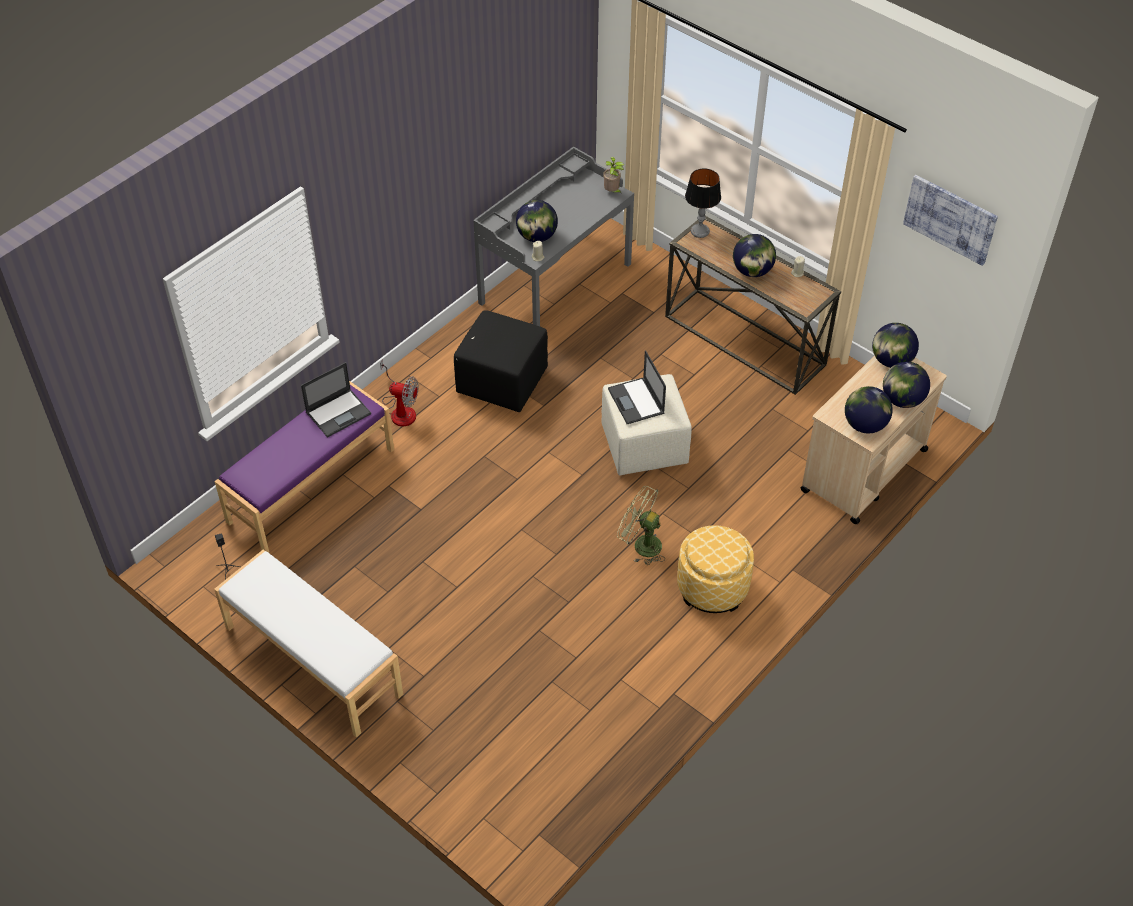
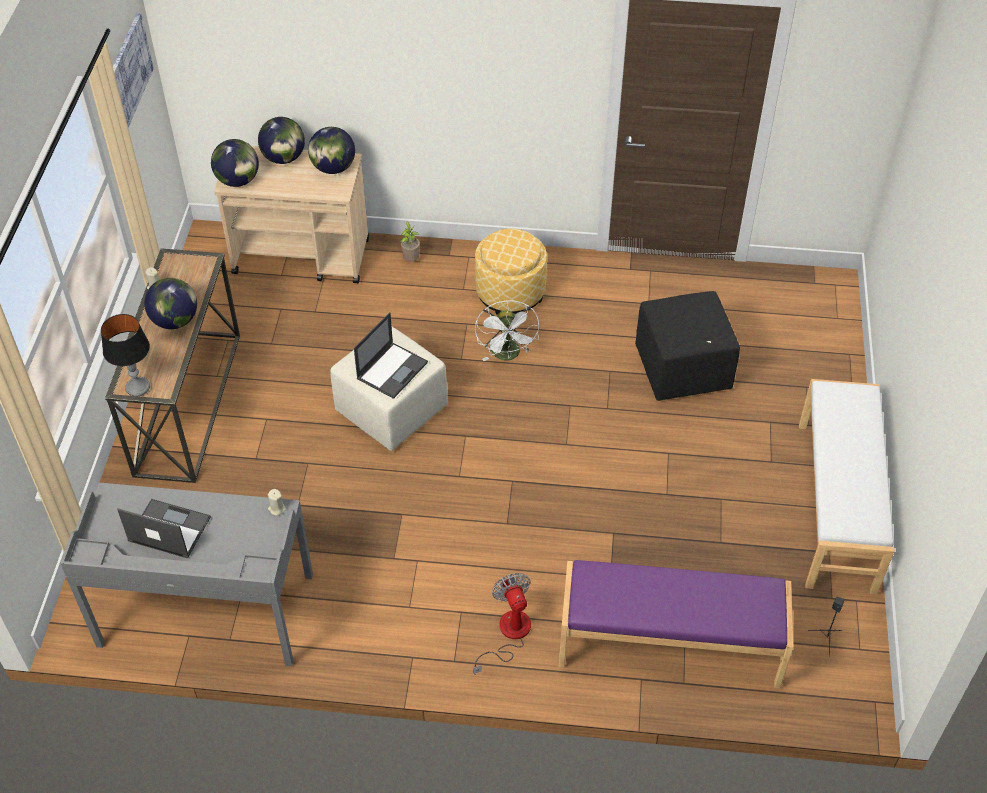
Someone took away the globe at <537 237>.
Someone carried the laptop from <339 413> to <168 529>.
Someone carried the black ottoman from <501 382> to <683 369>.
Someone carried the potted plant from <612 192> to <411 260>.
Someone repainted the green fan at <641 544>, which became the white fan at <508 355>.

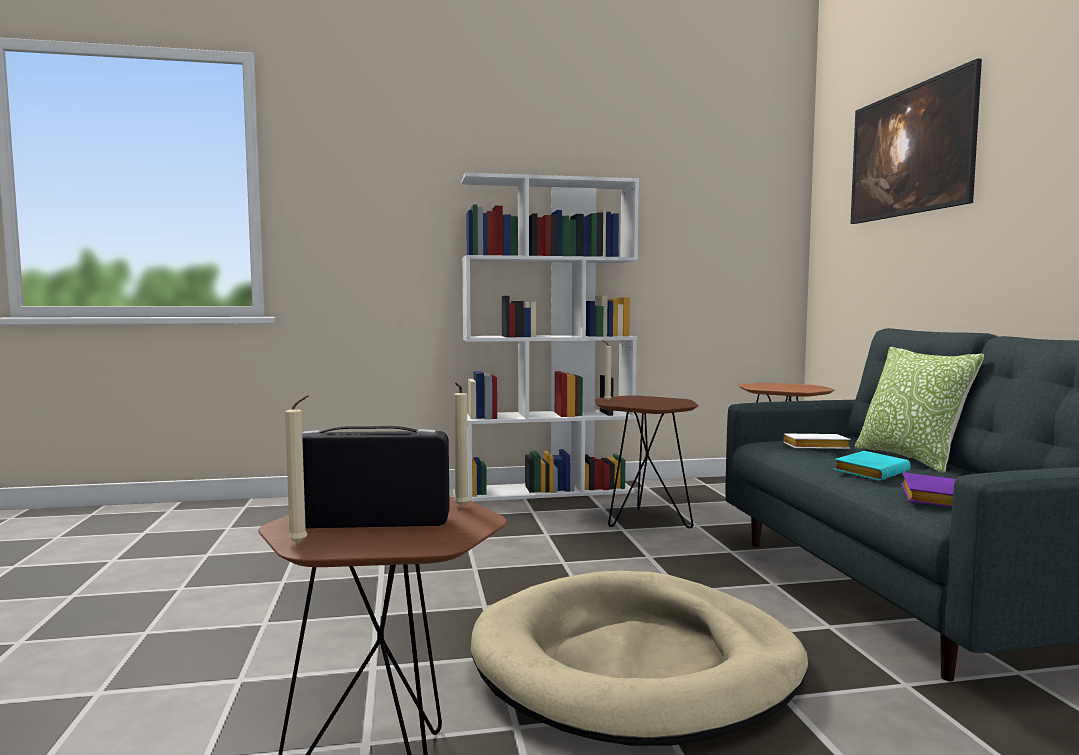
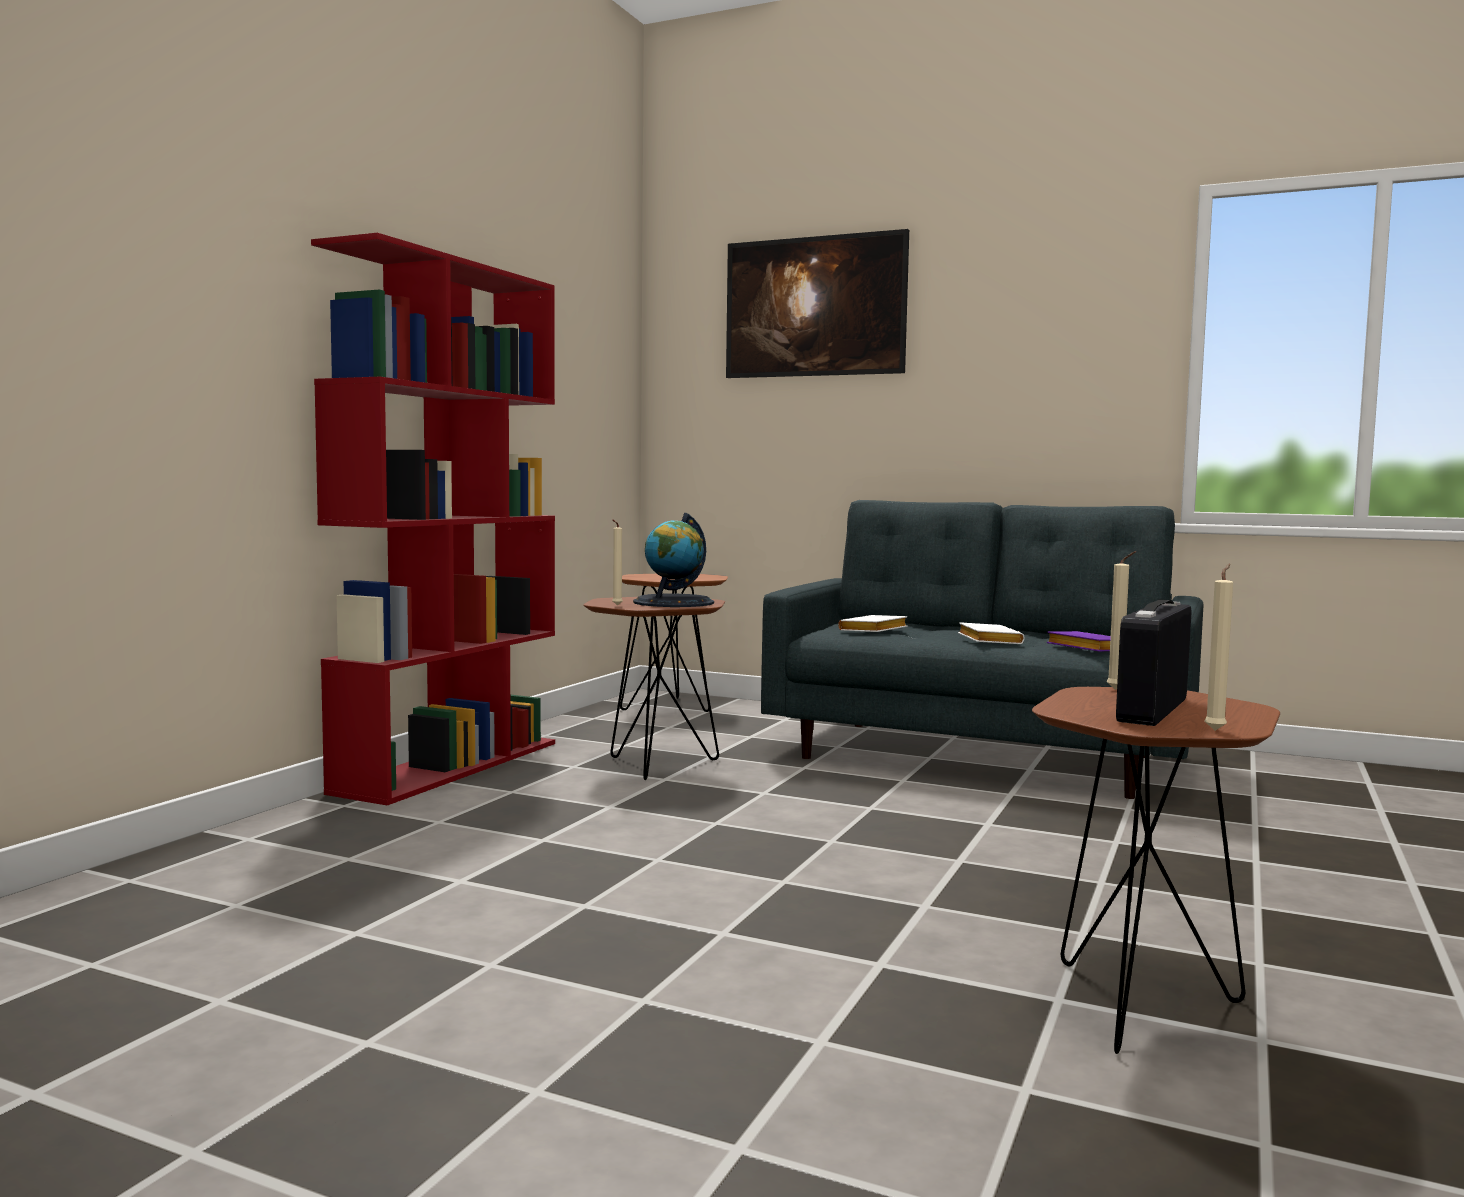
Someone took away the beige dog bed at <636 664>.
Someone took away the pillow at <910 458>.
Someone put down the globe at <673 602>.
Someone repainted the white bookcase at <549 491>, which became the red bookcase at <449 766>.
Someone repainted the turquoise book at <870 472>, which became the white book at <987 640>.

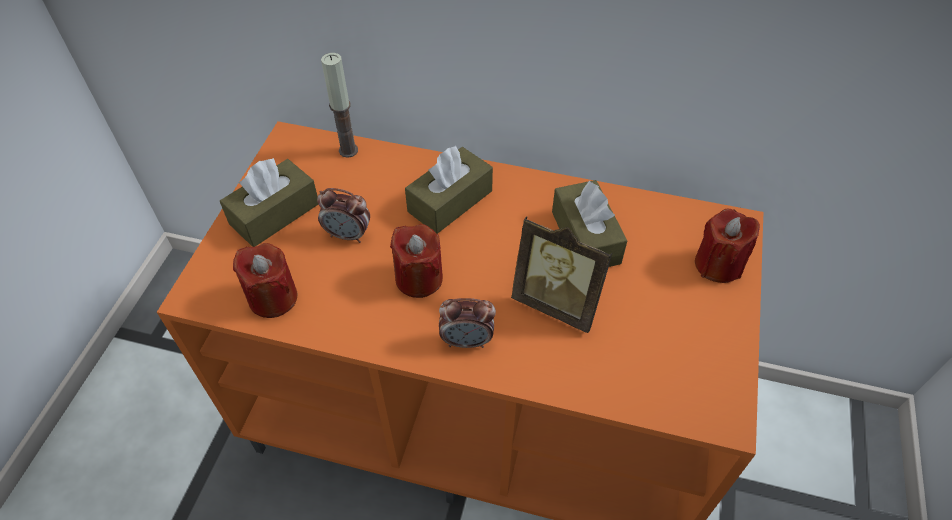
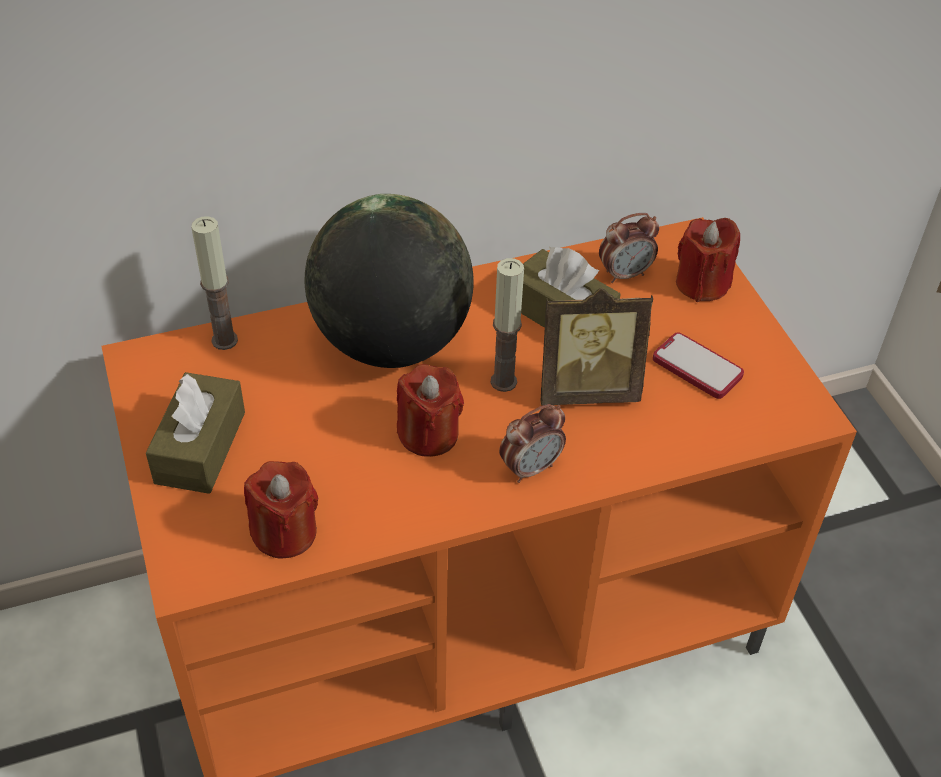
Someone put down the candle at <503 381>.
Someone put down the phone at <697 367>.
Someone carried the alarm clock from <348 235> to <625 274>.
Someone swapped the brown tissue box at <450 201> for the globe at <392 342>.

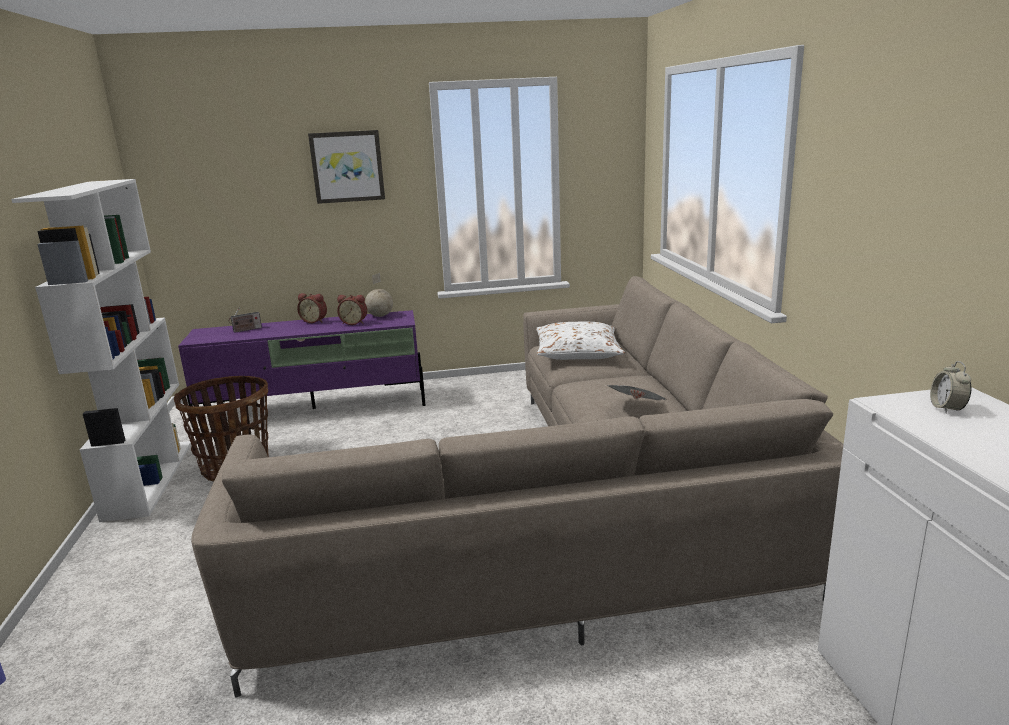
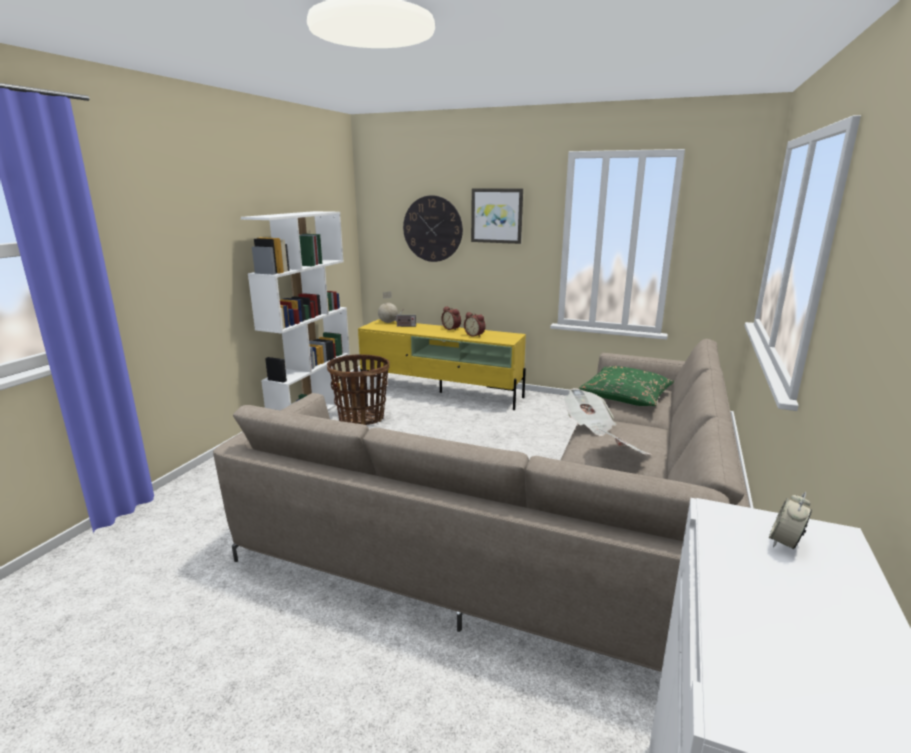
Someone put up the wall clock at <432 229>.
Someone put down the newspaper at <588 424>.
Someone carried the globe from <380 316> to <388 322>.
Someone repainted the purple tv stand at <315 408>, which became the yellow tv stand at <441 392>.
Someone repainted the white pillow at <578 352>, which became the green pillow at <626 396>.

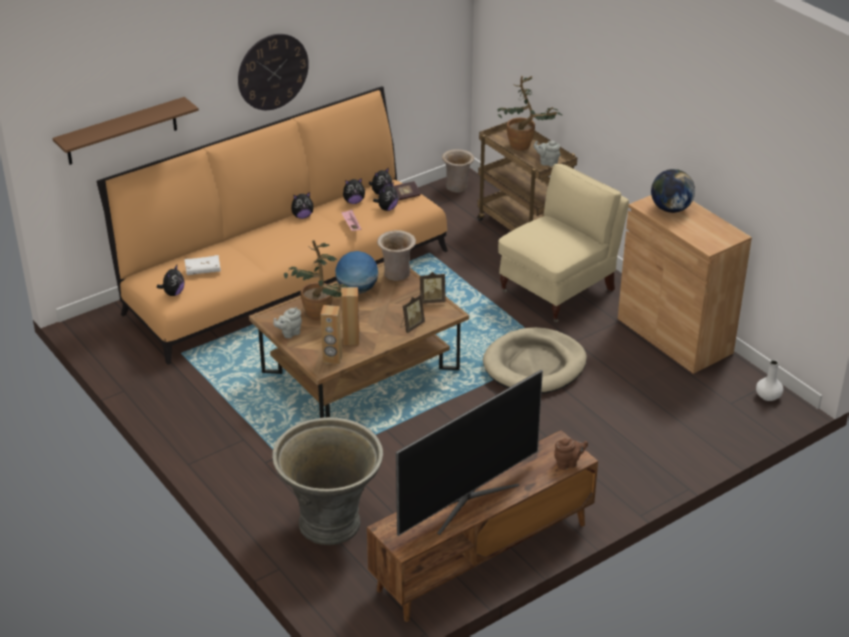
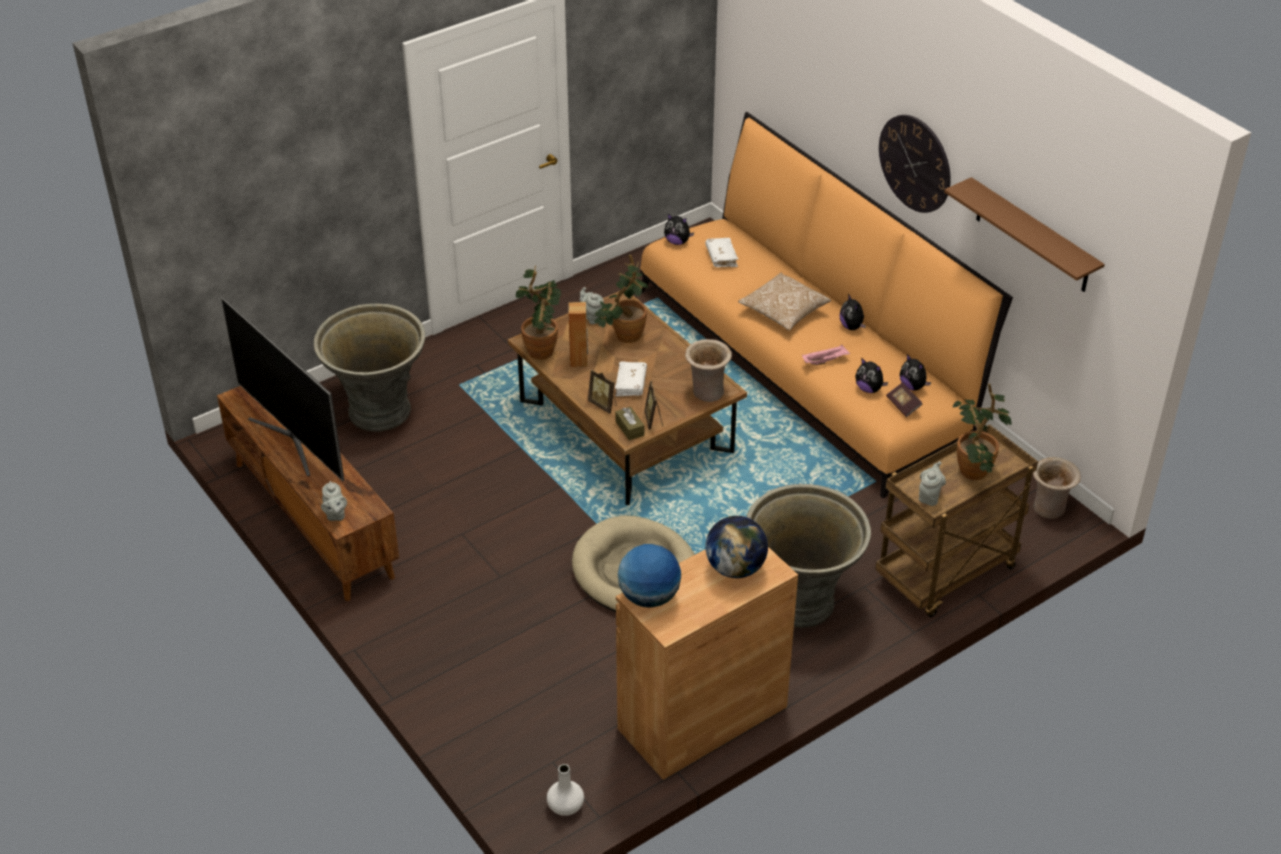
Someone took away the plush toy at <354 202>.
Someone put down the white book at <631 384>.
Someone put down the brown tissue box at <629 428>.
Someone put down the pillow at <783 312>.
Someone carried the brown shelf from <121 131> to <1032 236>.
Someone carried the globe from <357 290> to <649 597>.
Someone swapped the brown speaker at <332 359> for the potted plant at <544 348>.
Someone swapped the beige armchair at <558 290> for the grey planter at <801 603>.
Someone repainted the brown teapot at <568 463>, which became the grey teapot at <335 515>.

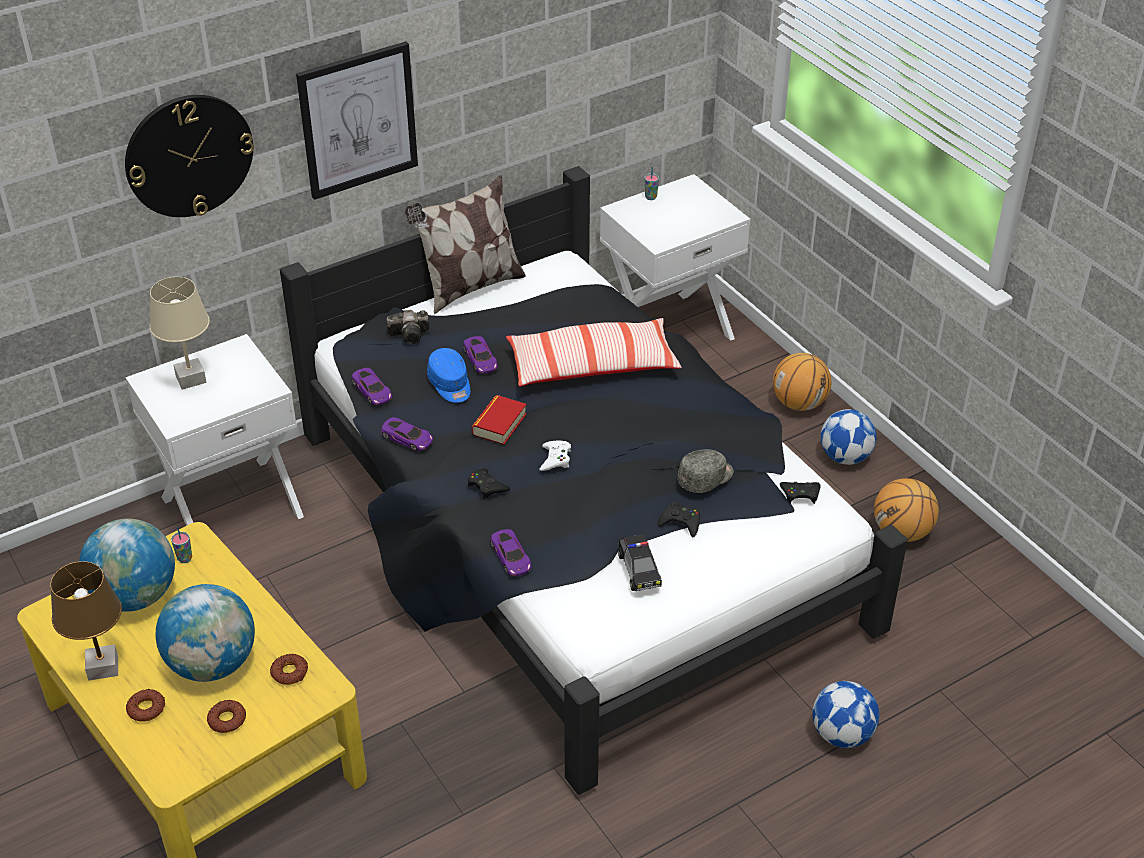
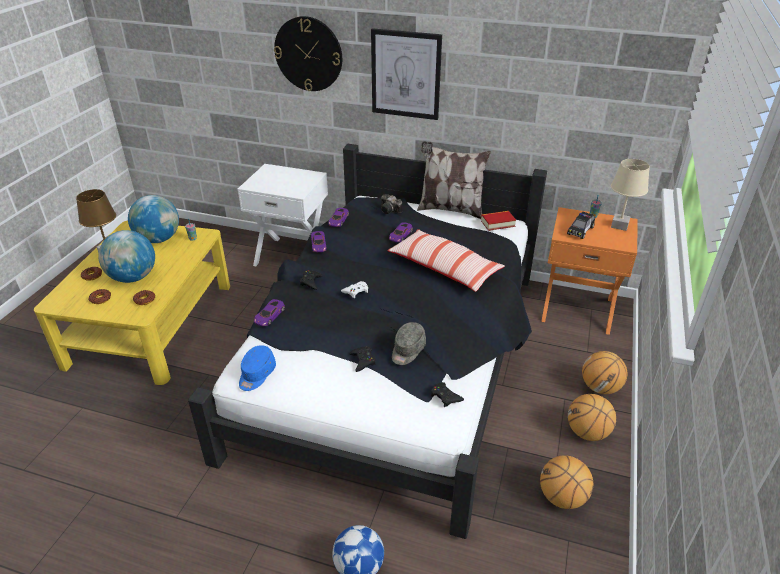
Someone carried the beige table lamp from <190 379> to <619 226>.
Someone carried the blue cap from <450 385> to <256 375>.
Someone carried the book from <499 424> to <497 223>.
Someone carried the toy car from <639 570> to <580 231>.
Someone swapped the football at <845 457> for the basketball at <587 432>.
Someone repainted the white nightstand at <667 330>, which became the orange nightstand at <577 308>.
Someone rotated the grey cap at <706 478> by 105 degrees clockwise.

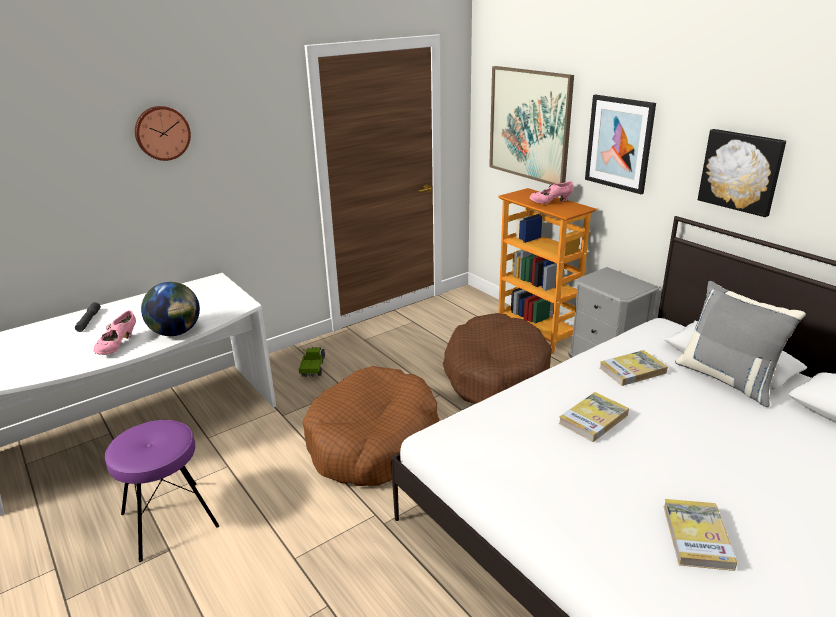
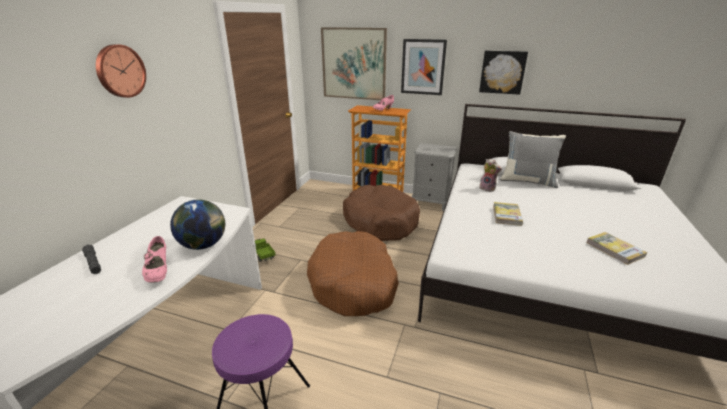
Someone swapped the book at <632 370> for the plush toy at <488 188>.

